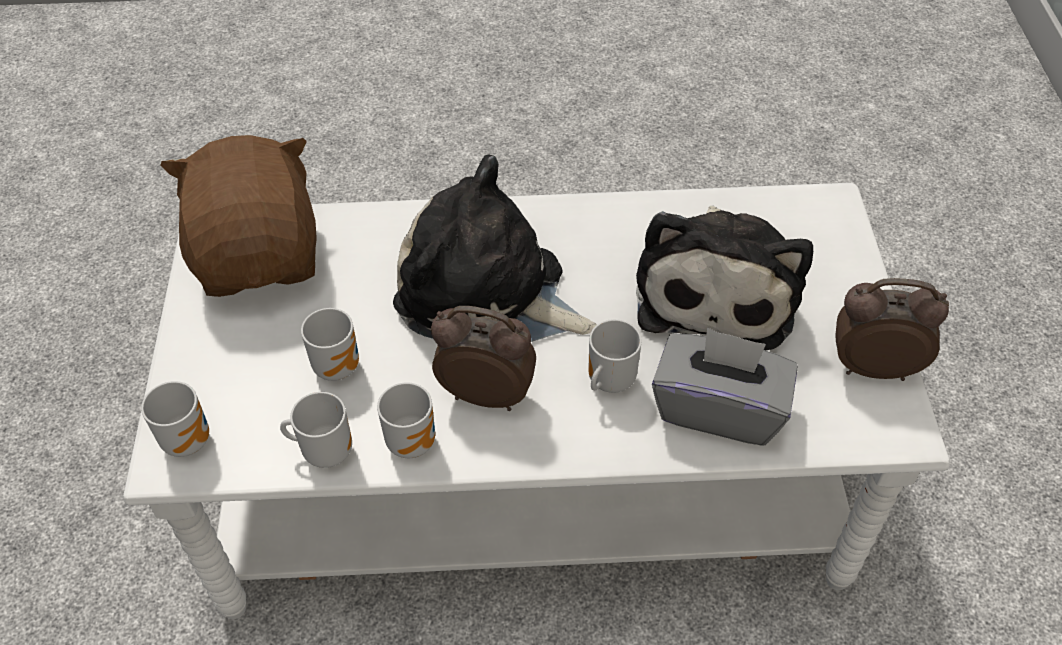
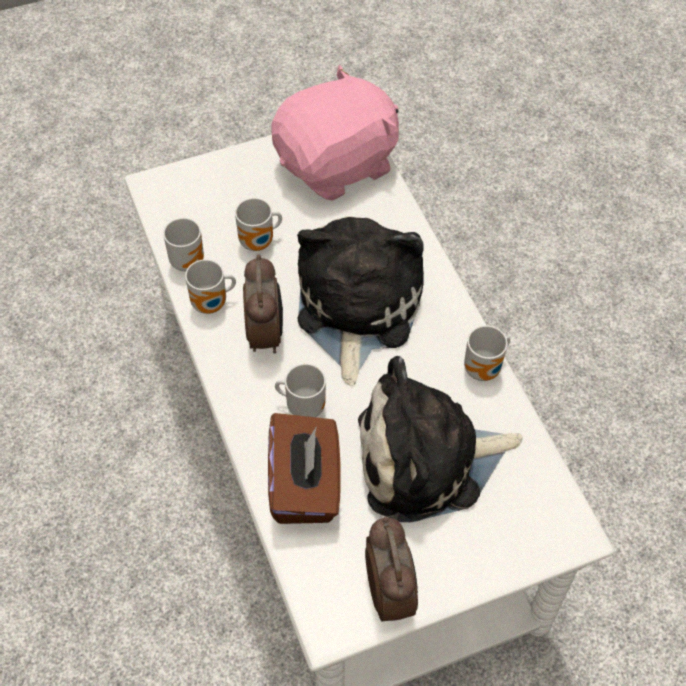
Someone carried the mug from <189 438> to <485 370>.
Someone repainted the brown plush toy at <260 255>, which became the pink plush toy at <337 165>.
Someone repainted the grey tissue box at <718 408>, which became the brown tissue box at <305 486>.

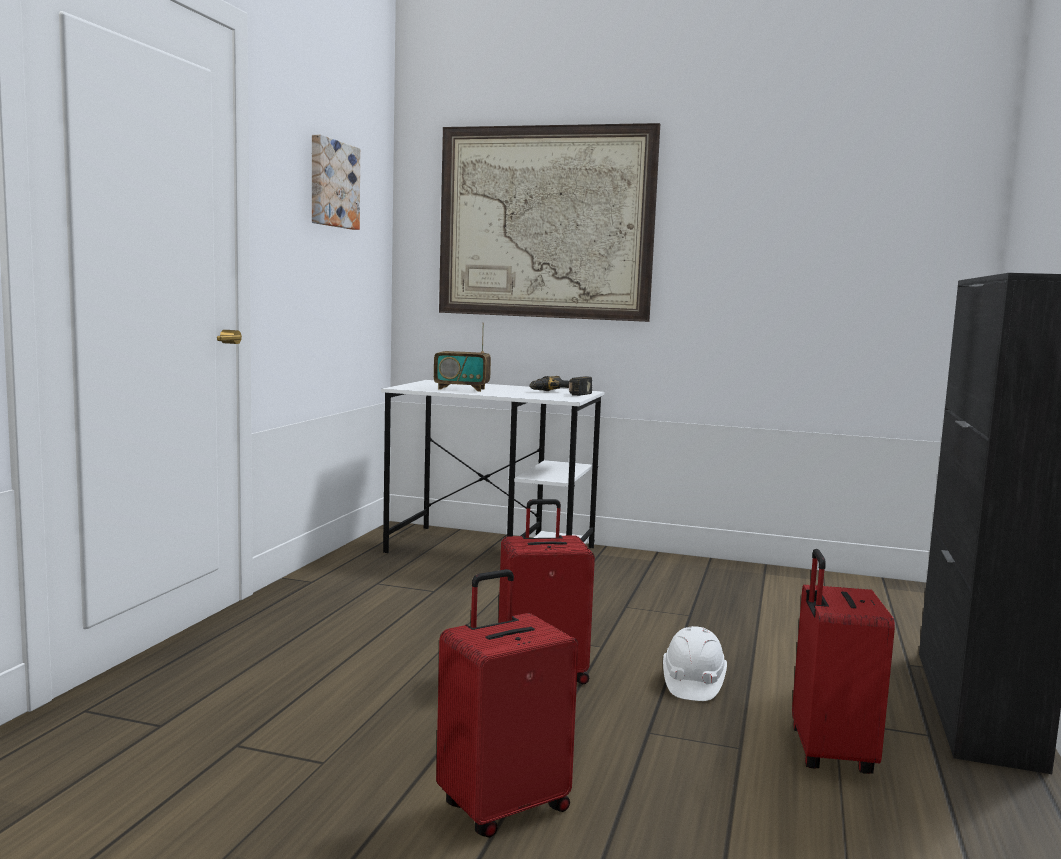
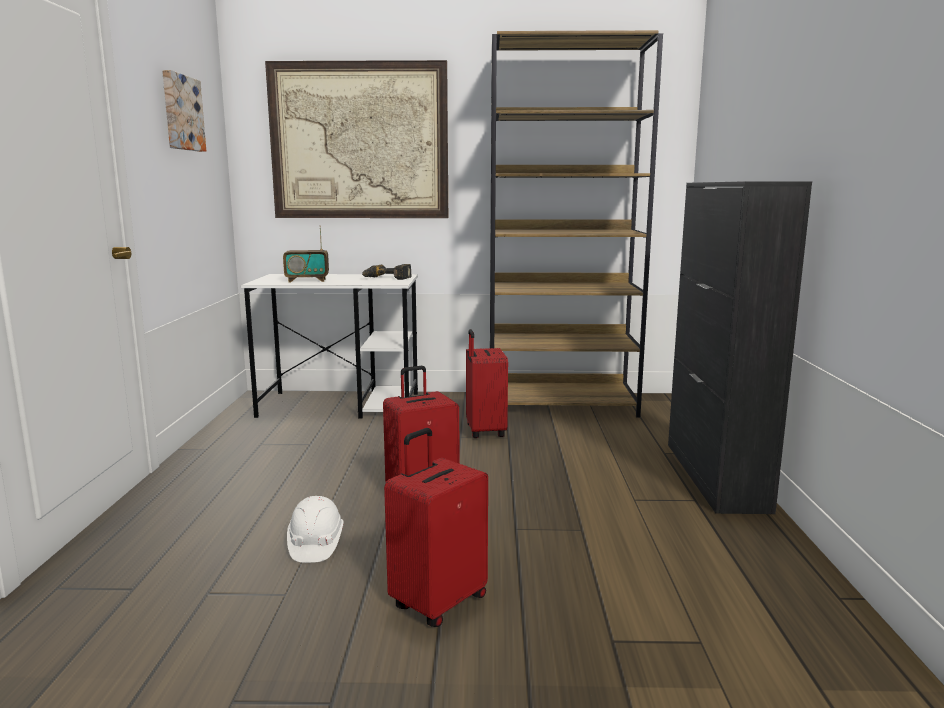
Someone put down the brown bookcase at <561 405>.
Someone carried the white hard hat from <692 683> to <315 544>.
Someone carried the red suitcase from <828 753> to <484 431>.

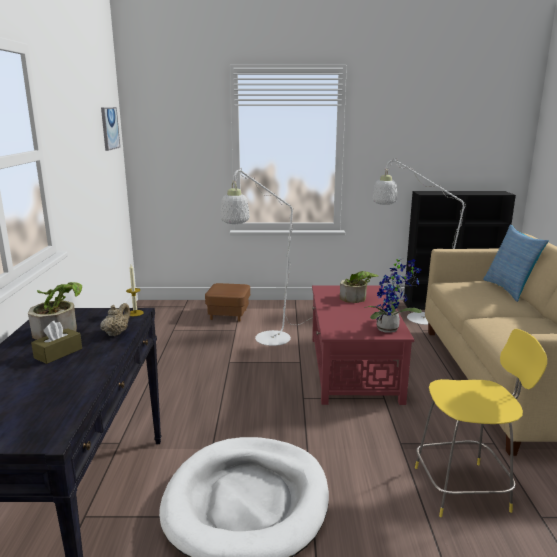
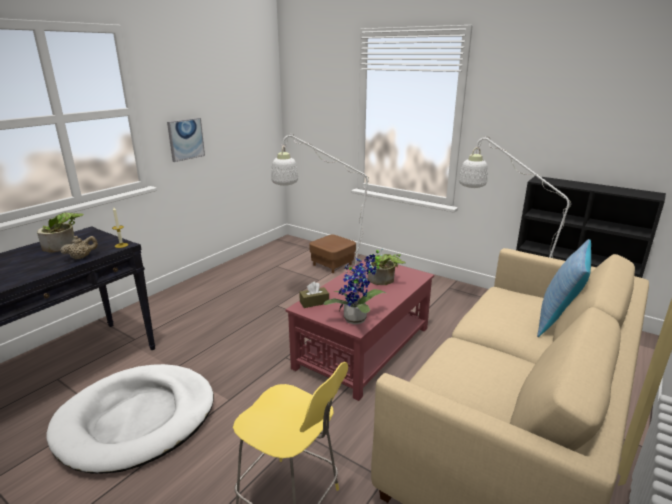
Someone carried the brown tissue box from <58 353> to <314 302>.
Someone carried the picture from <109 128> to <186 139>.

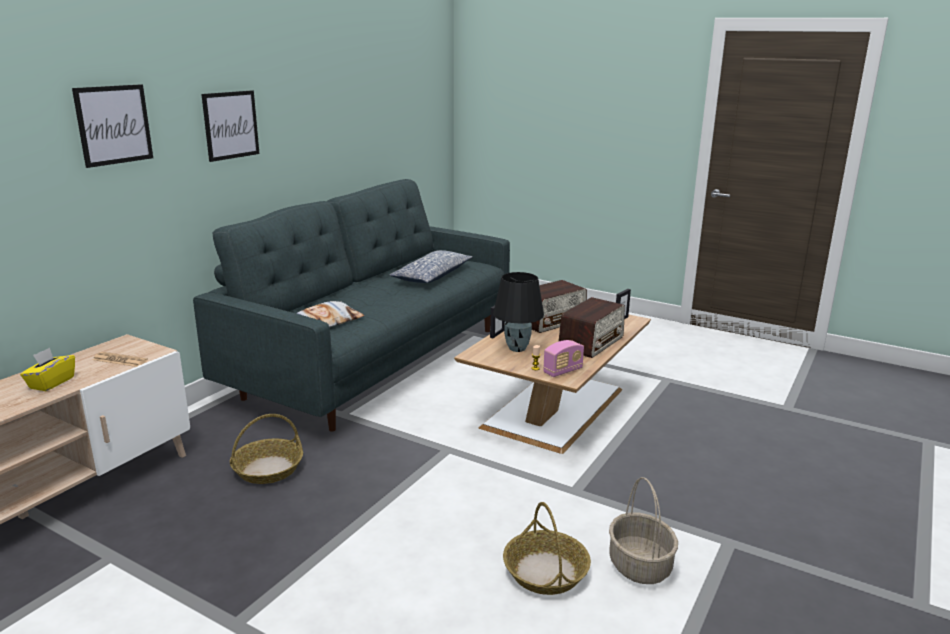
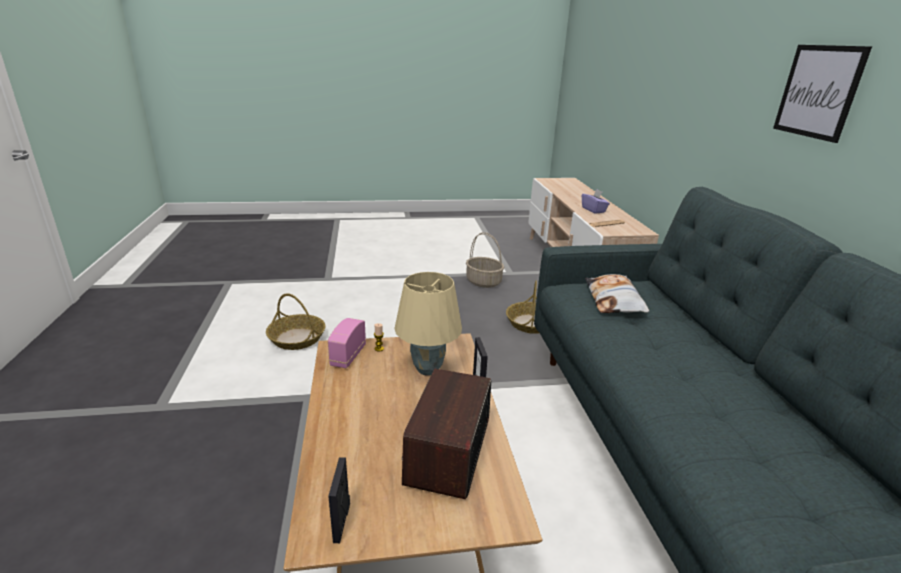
Someone took away the picture at <114 125>.
Someone took away the pillow at <432 276>.
Someone took away the radio at <591 342>.
Someone carried the basket from <639 565> to <484 282>.
Someone repainted the yellow tissue box at <51 383>, which became the purple tissue box at <593 210>.
Someone repainted the black table lamp at <516 348>, which became the beige table lamp at <428 369>.

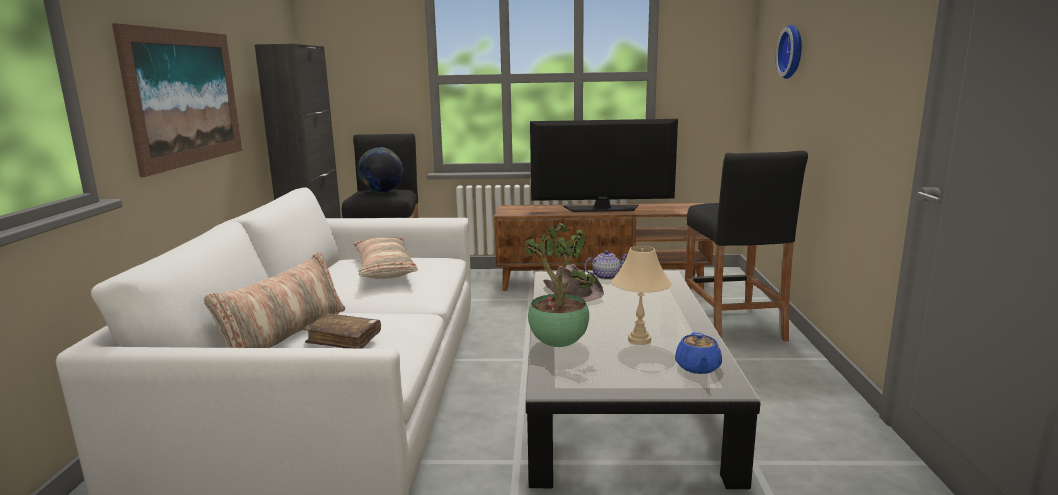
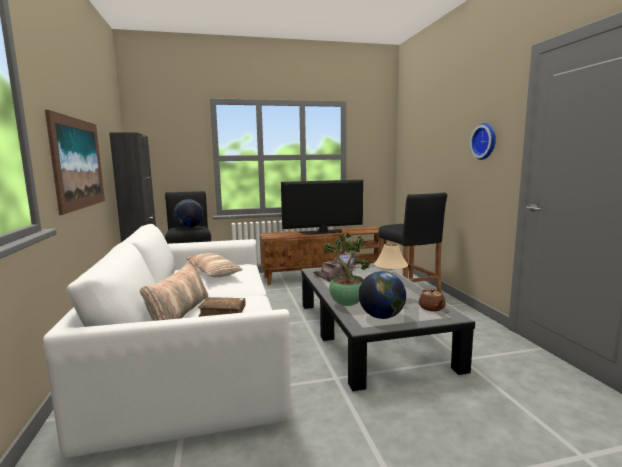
Someone put down the globe at <381 317>.
Someone carried the wall clock from <793 51> to <485 141>.
Someone repainted the blue teapot at <697 367>, which became the brown teapot at <432 308>.

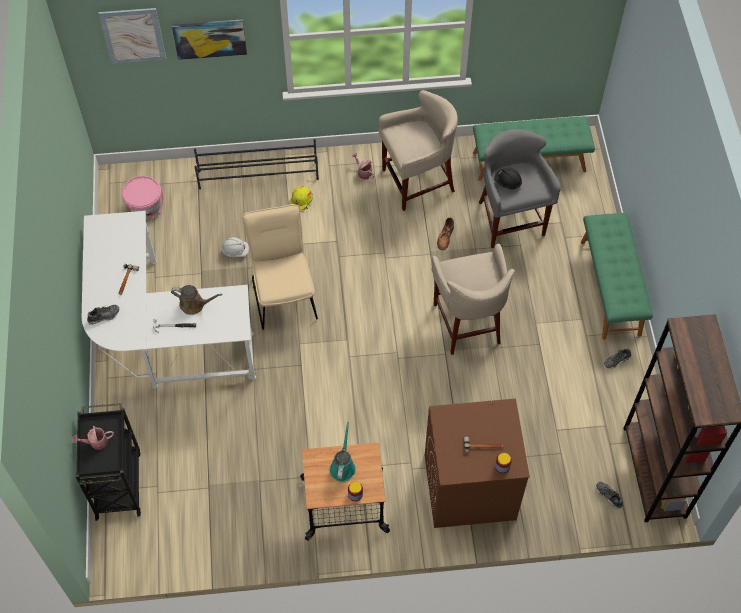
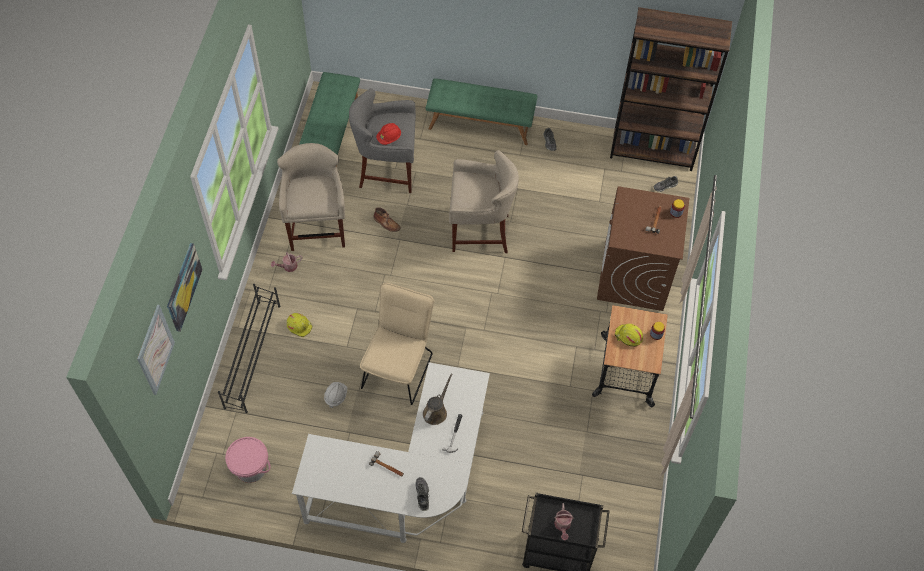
Someone swapped the turquoise watering can at <343 466> for the yellow hard hat at <628 336>.
Someone repainted the black hard hat at <507 183>, which became the red hard hat at <389 138>.
Someone rotated the beige chair at <283 294> by 105 degrees clockwise.

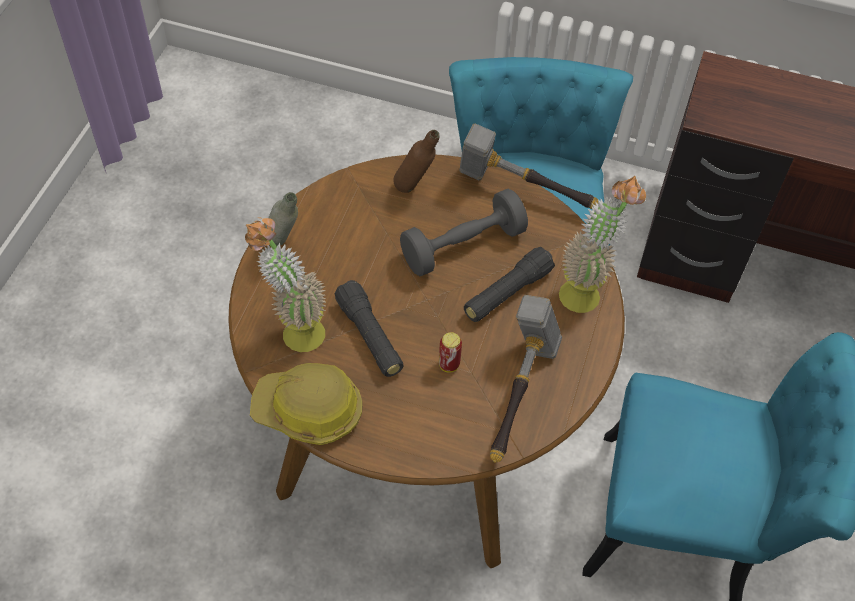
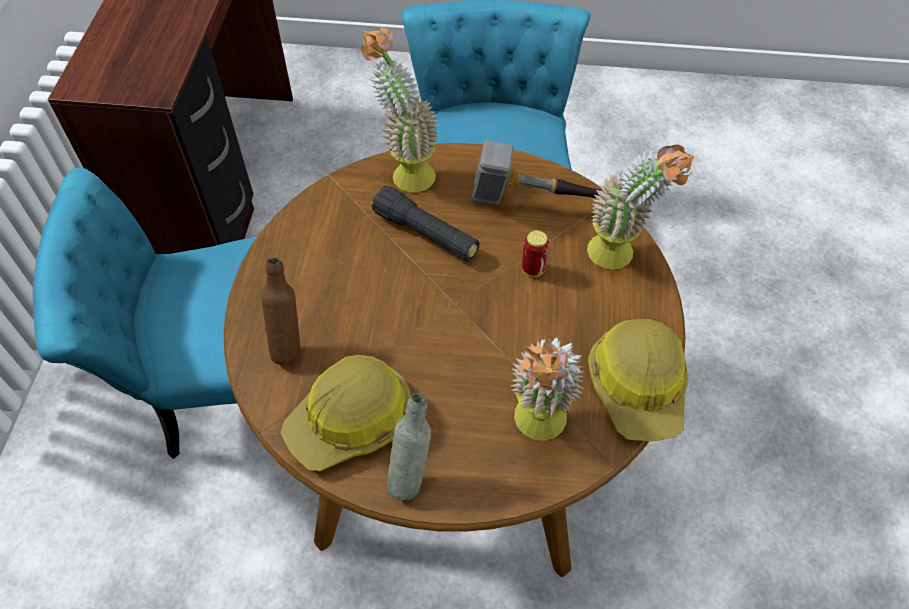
Someone took away the black flashlight at <370 336>.
Someone took away the grey dumbbell at <463 246>.
Someone took away the hammer at <521 192>.
Someone put down the hard hat at <351 420>.
Someone put down the potted plant at <620 258>.

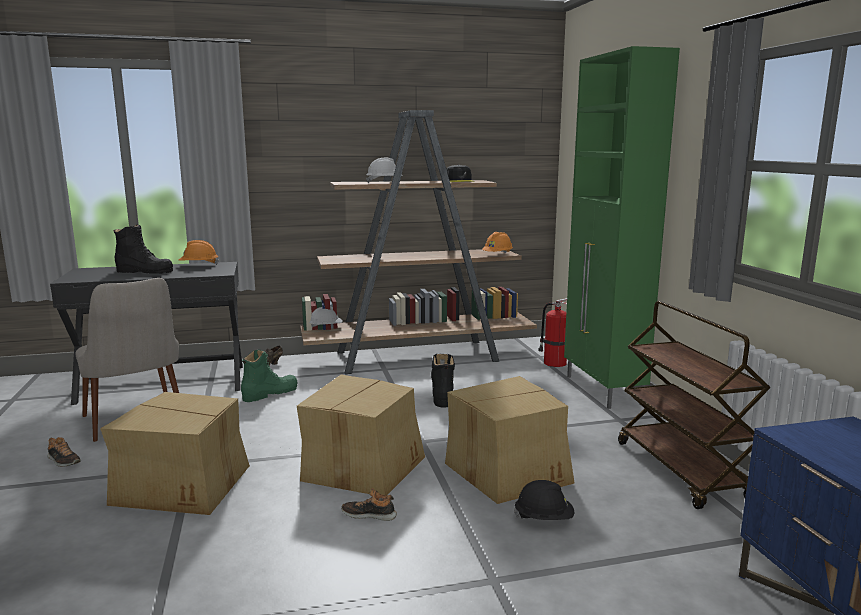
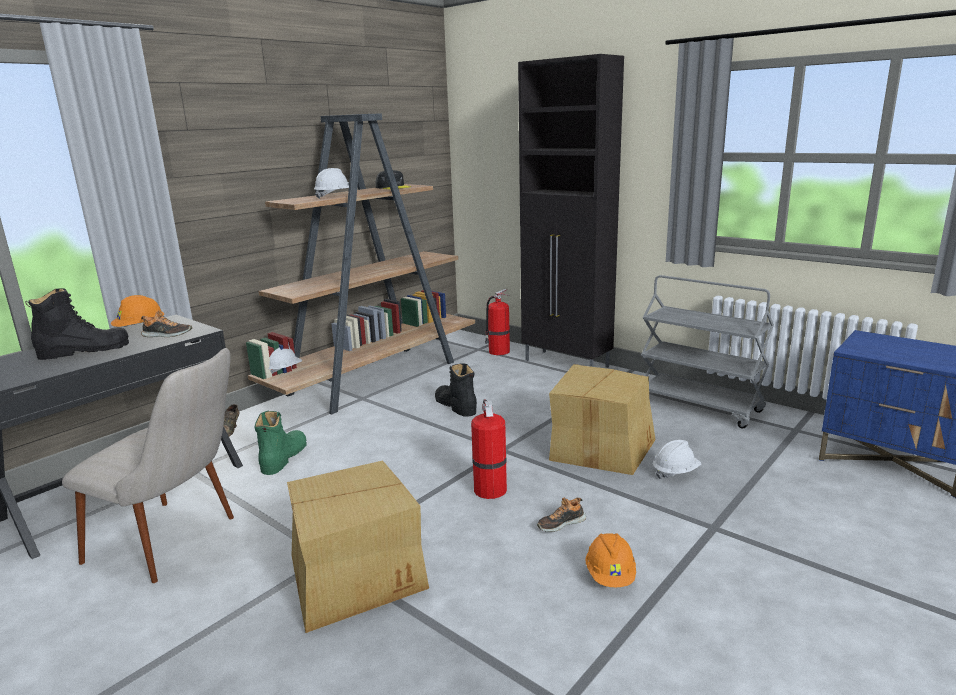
Someone carried the shoe from <63 461> to <167 335>.
Someone carried the orange hard hat from <497 255> to <610 575>.
Someone swapped the cardboard box at <362 466> for the fire extinguisher at <489 488>.
Someone repainted the black hard hat at <544 518>, which became the white hard hat at <675 472>.
Someone repainted the green cabinet at <603 390>, which became the black cabinet at <567 364>.
Someone repainted the brown cart at <682 471>, which became the grey cart at <699 406>.

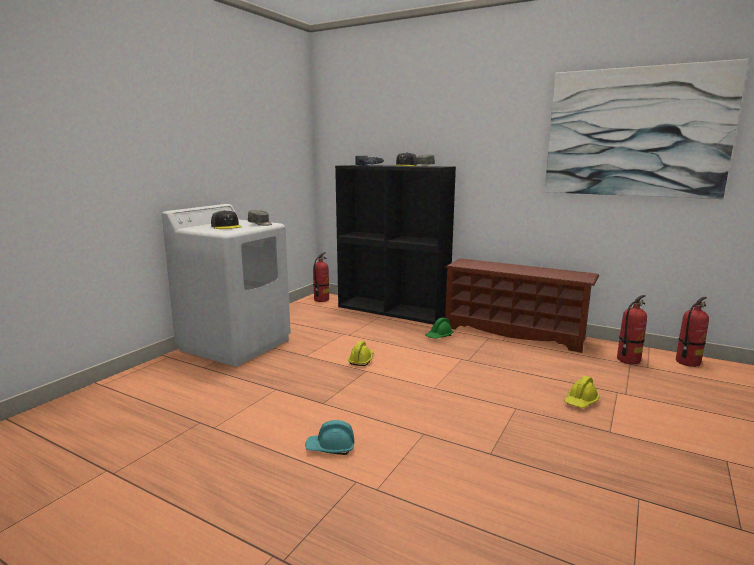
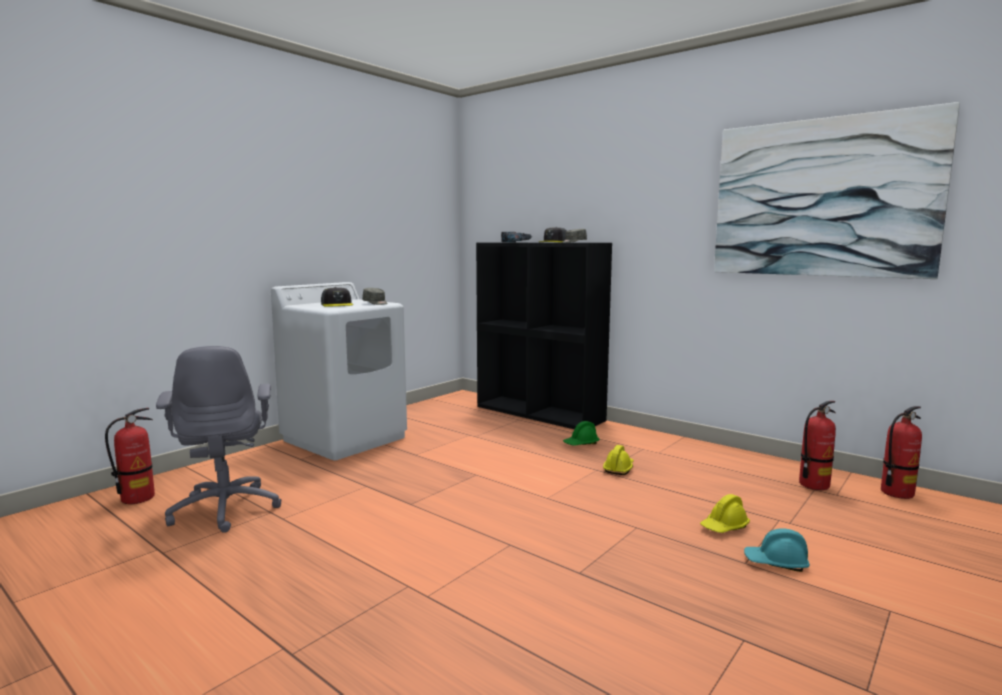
Someone took away the brown shoe rack at <514 333>.
Someone put down the grey office chair at <226 509>.
Someone carried the turquoise hard hat from <330 448> to <776 563>.
Someone carried the fire extinguisher from <321 299> to <138 498>.
Someone carried the yellow hard hat from <361 360> to <618 468>.

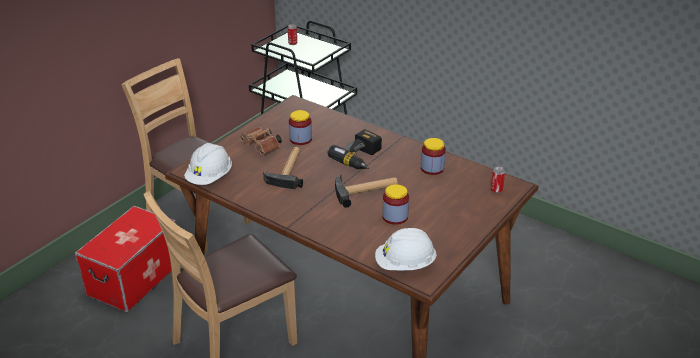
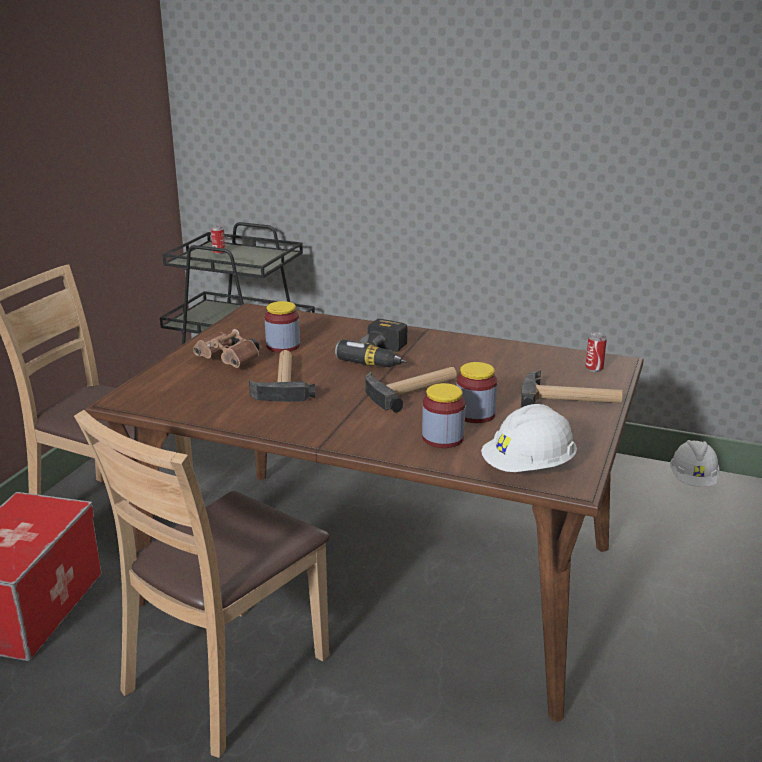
Someone put down the hammer at <570 400>.
Someone carried the white hard hat from <210 178> to <693 480>.
Someone carried the jar from <432 168> to <442 438>.

